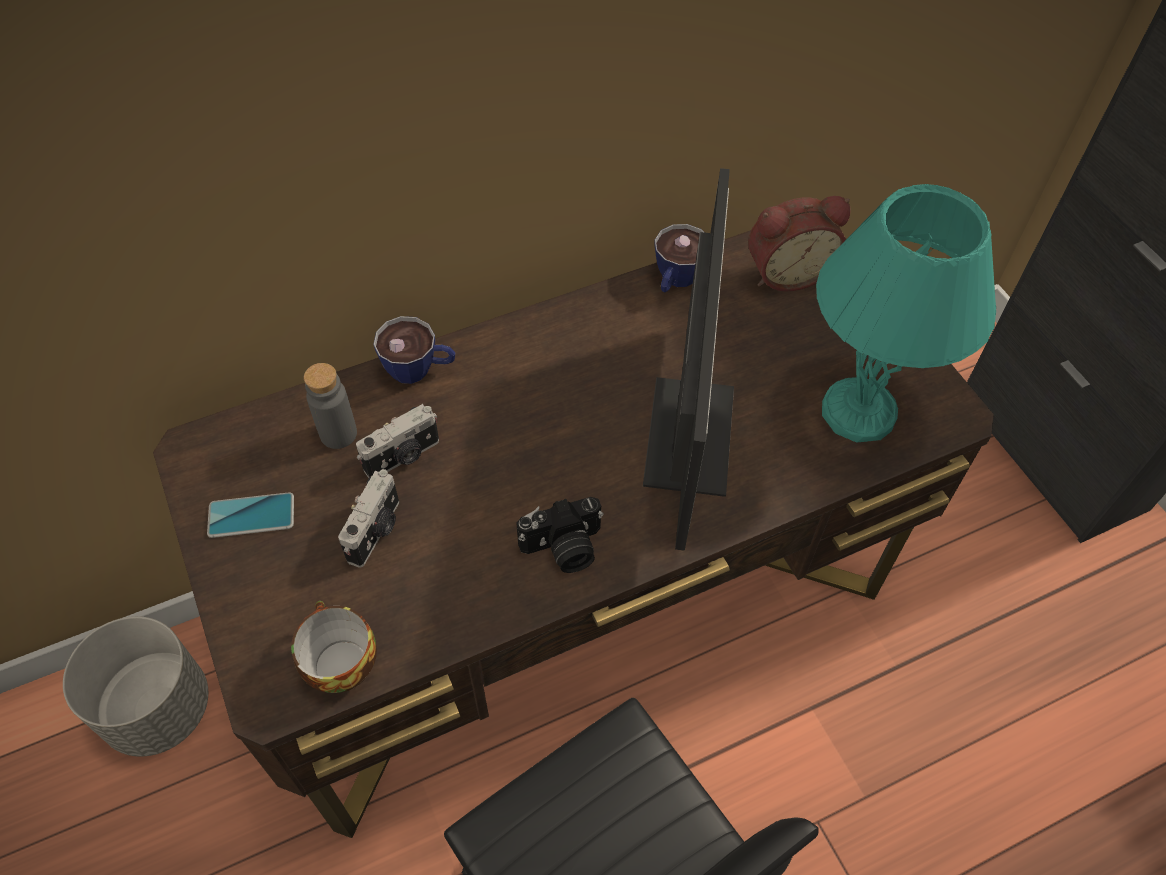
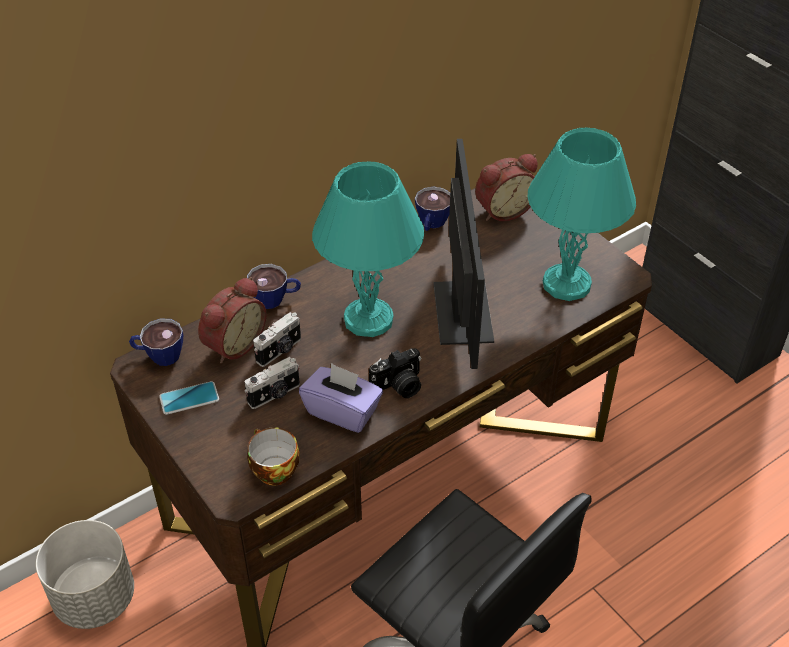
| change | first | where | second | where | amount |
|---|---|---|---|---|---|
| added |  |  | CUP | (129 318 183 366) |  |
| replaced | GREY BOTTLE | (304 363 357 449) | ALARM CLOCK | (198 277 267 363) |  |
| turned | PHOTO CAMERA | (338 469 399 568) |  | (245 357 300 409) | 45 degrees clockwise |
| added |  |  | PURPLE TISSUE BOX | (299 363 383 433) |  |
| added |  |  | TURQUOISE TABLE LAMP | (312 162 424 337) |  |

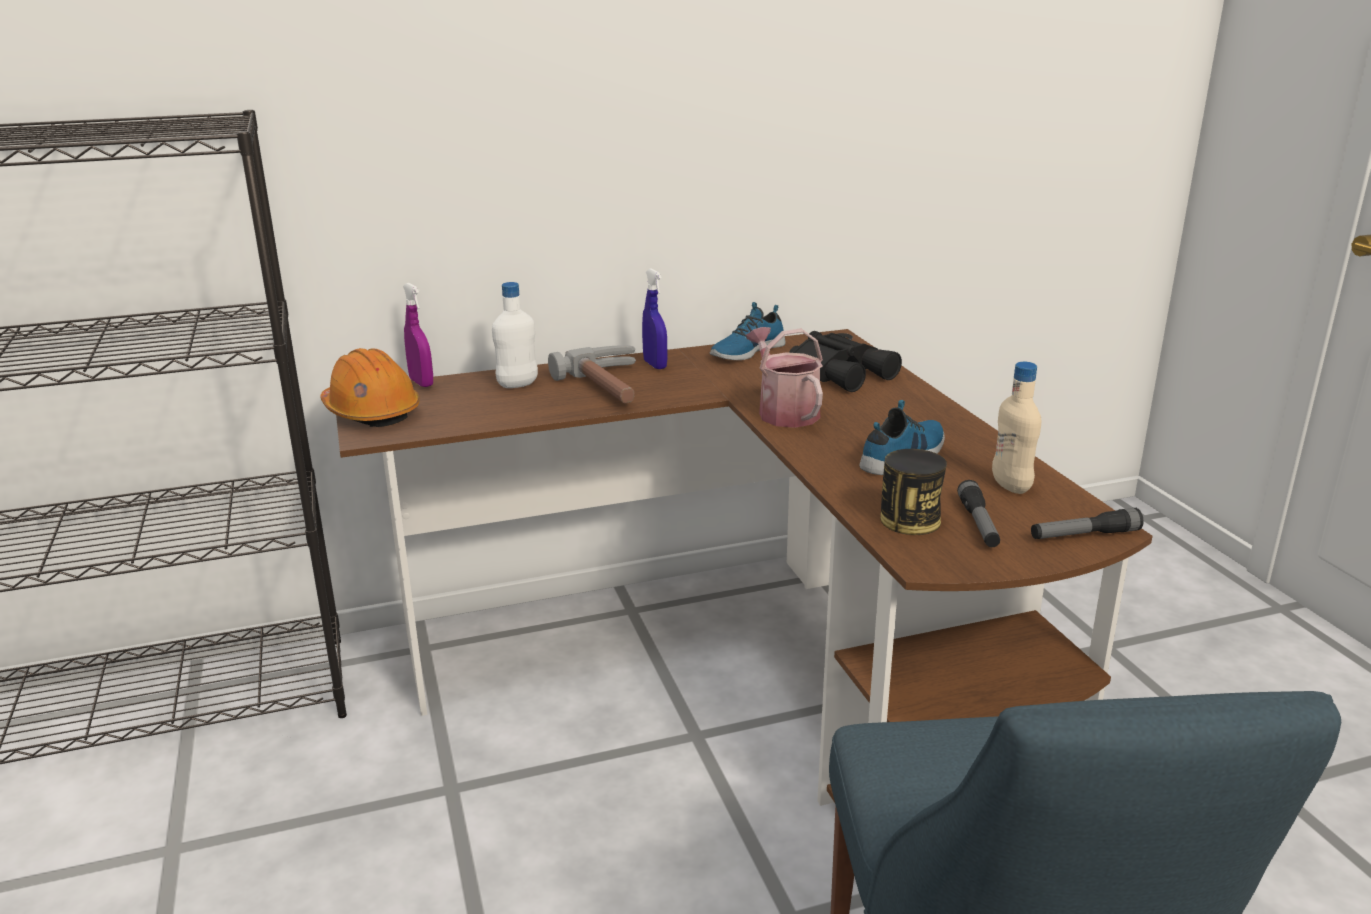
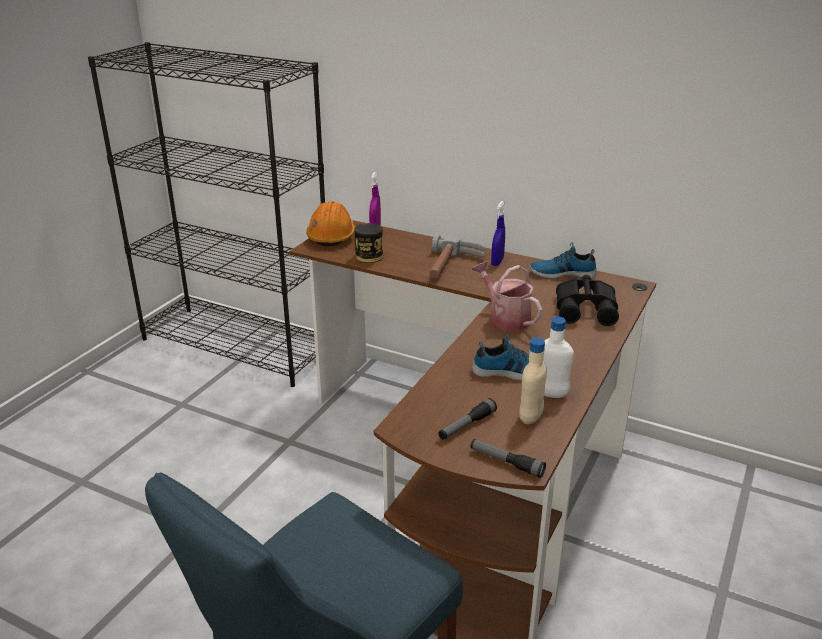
| change | first | where | second | where | amount |
|---|---|---|---|---|---|
| moved | CAN | (881 449 947 535) |  | (355 223 383 263) |  |
| turned | WATERING CAN | (746 327 823 428) |  | (472 261 542 331) | 60 degrees counterclockwise |
| moved | WHITE BOTTLE | (492 282 538 388) |  | (543 316 574 398) |  |

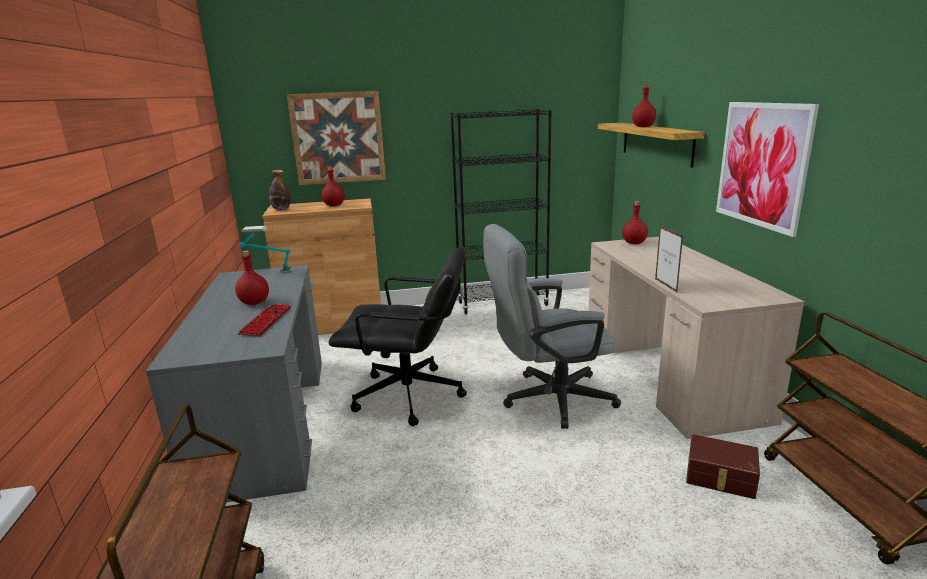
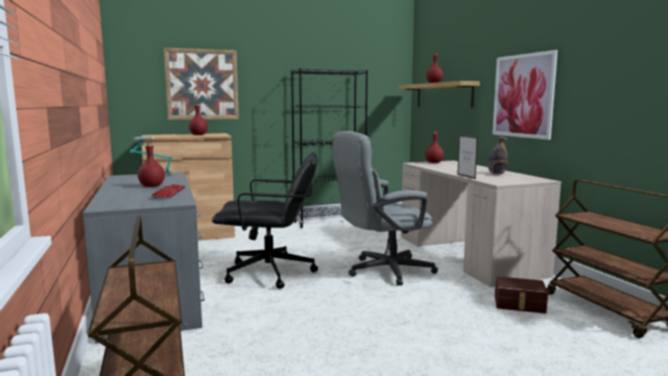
| change | first | where | second | where | amount |
|---|---|---|---|---|---|
| moved | BOTTLE | (269 170 290 210) |  | (488 137 508 174) |  |

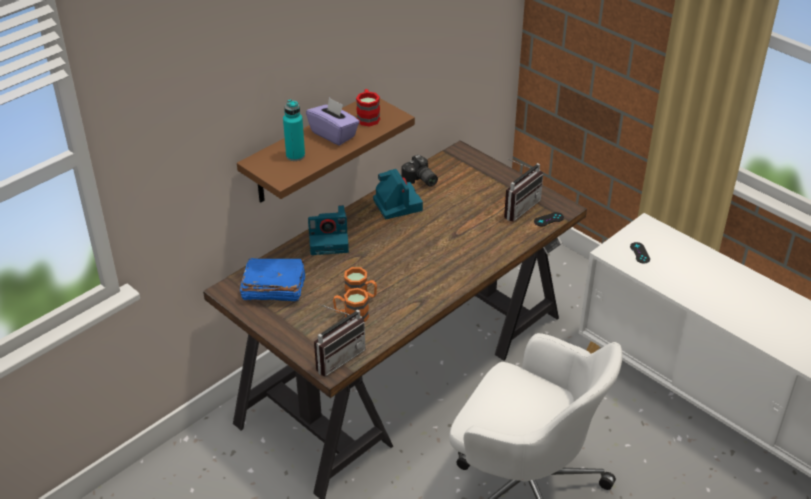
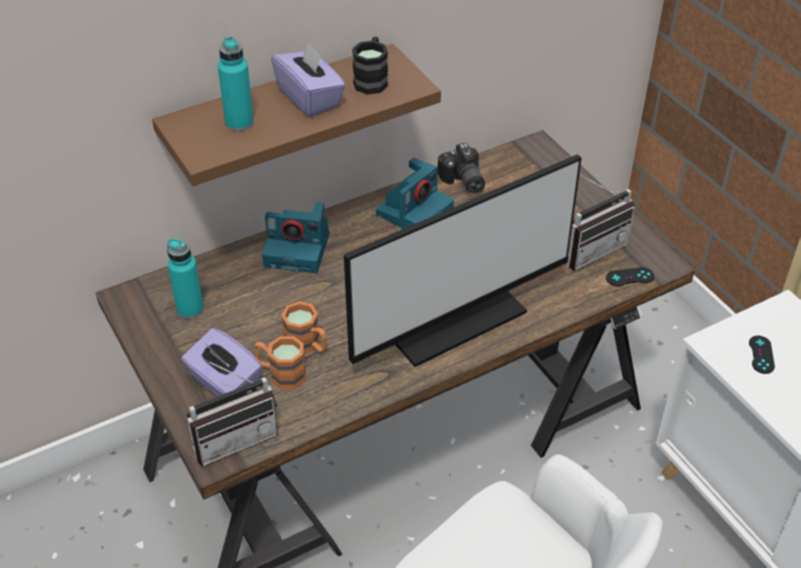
| change | first | where | second | where | amount |
|---|---|---|---|---|---|
| replaced | BLUE BOOK | (240 258 305 302) | TURQUOISE BOTTLE | (167 238 204 319) |  |
| added |  |  | PURPLE TISSUE BOX | (182 328 263 397) |  |
| added |  |  | MONITOR | (344 154 581 367) |  |
| recoloured | RED MUG | (356 89 380 127) | BLACK MUG | (352 37 388 95) |  |
| turned | PHOTO CAMERA | (373 169 423 219) |  | (376 158 454 229) | 45 degrees clockwise |

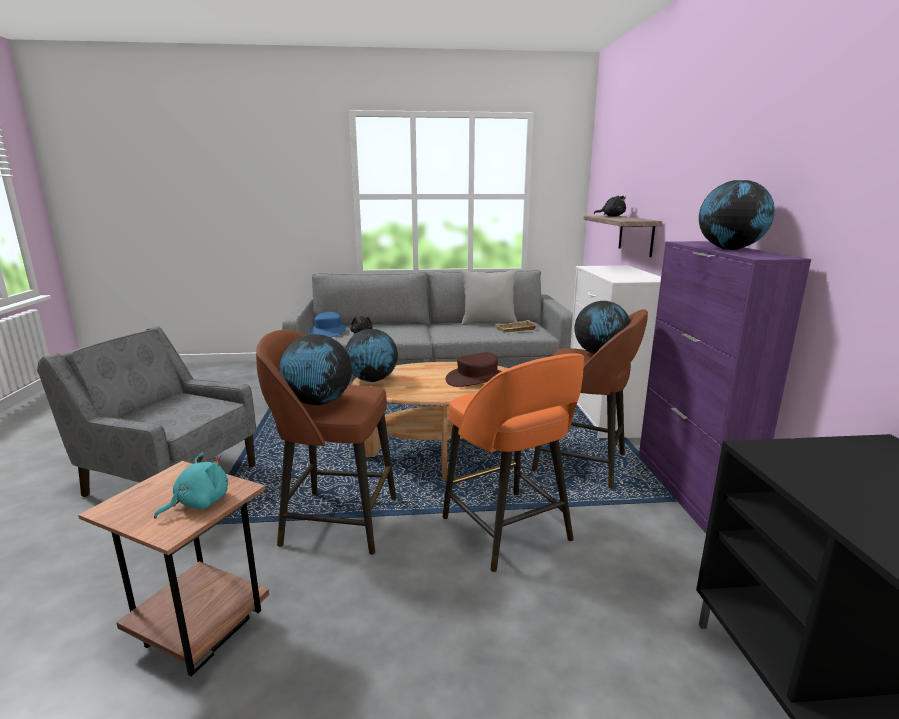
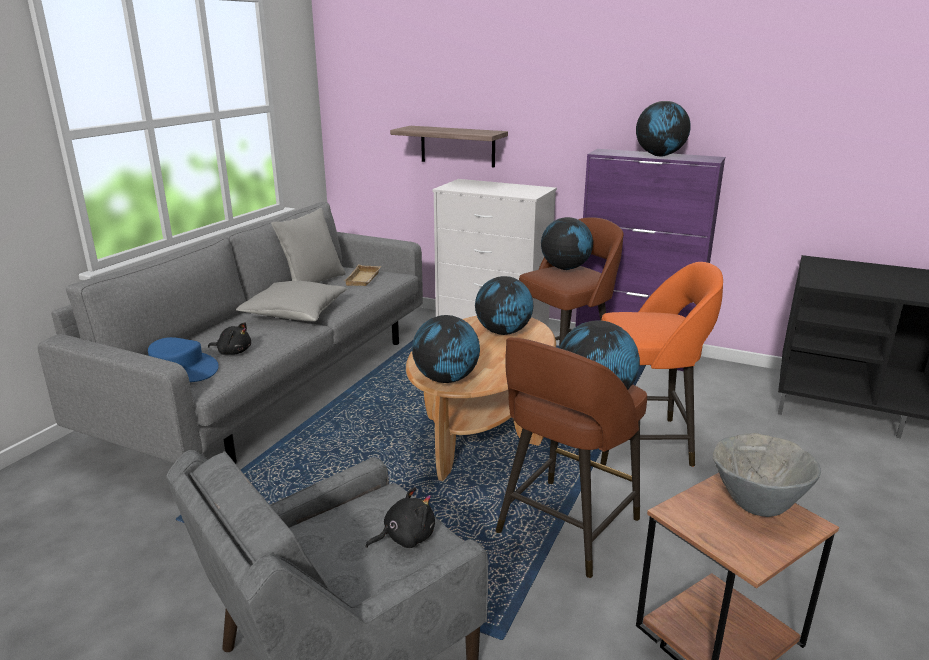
| change | first | where | second | where | amount |
|---|---|---|---|---|---|
| added |  |  | GREY PILLOW | (236 281 346 321) |  |
| moved | BLACK PLUSH TOY | (594 195 626 217) |  | (366 487 435 548) |  |
| replaced | BROWN HAT | (445 352 502 387) | GLOBE | (475 276 533 335) |  |
| replaced | TURQUOISE PLUSH TOY | (154 452 228 519) | GREY BOWL | (713 433 821 517) |  |

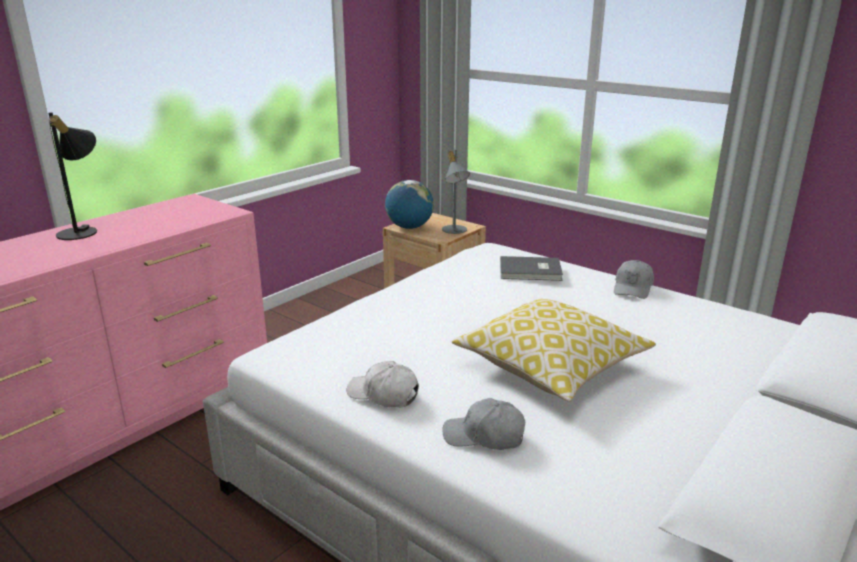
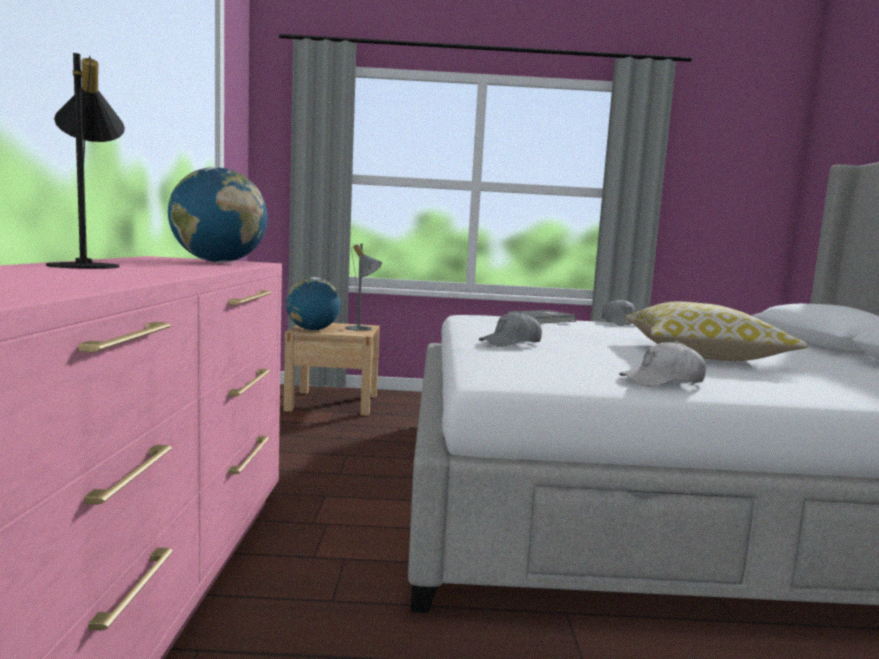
| change | first | where | second | where | amount |
|---|---|---|---|---|---|
| added |  |  | GLOBE | (168 167 267 263) |  |
| moved | GREY CAP | (442 398 525 450) |  | (479 311 542 347) |  |

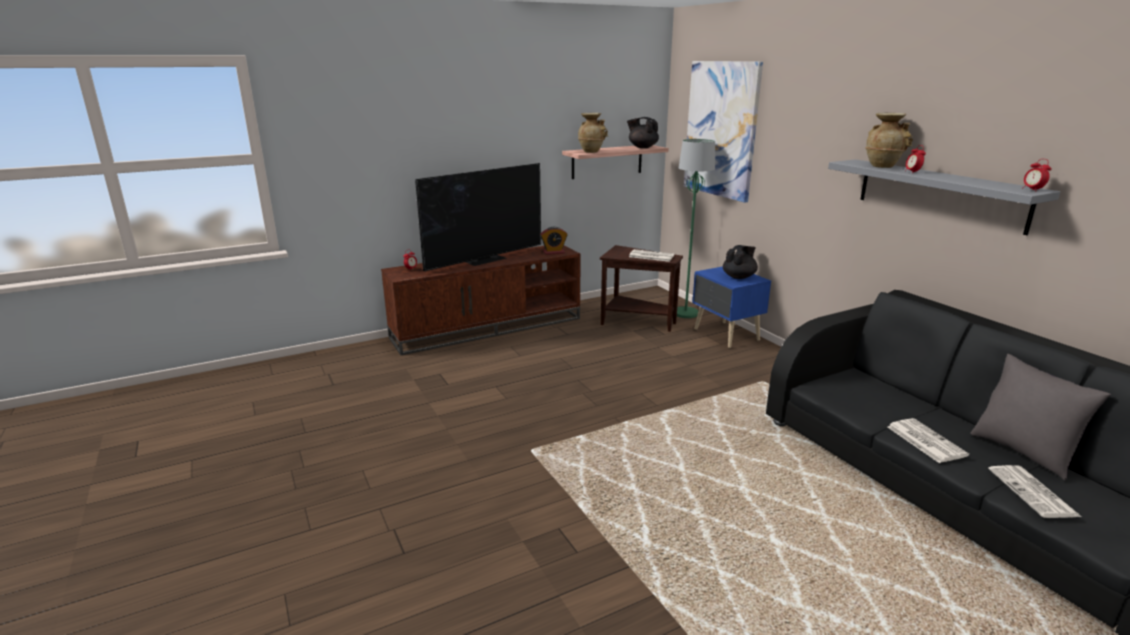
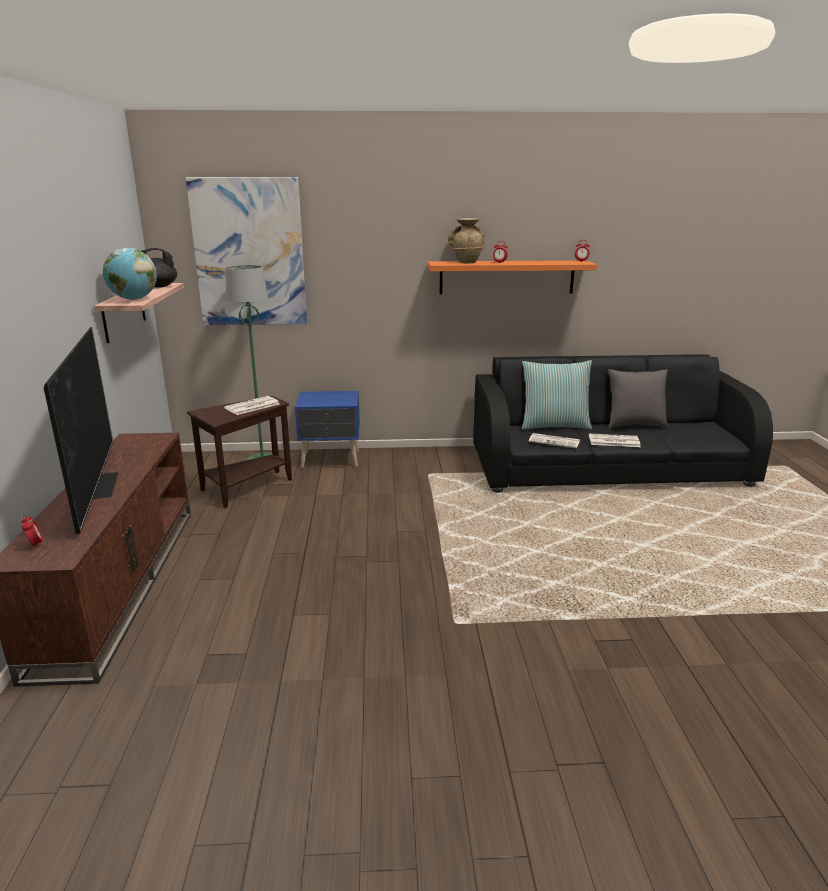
| change | first | where | second | where | amount |
|---|---|---|---|---|---|
| replaced | BEIGE VASE | (578 113 608 153) | GLOBE | (103 248 157 300) |  |
| recoloured | GREY SHELF | (828 159 1061 235) | ORANGE SHELF | (428 260 597 295) |  |
| added |  |  | PILLOW | (522 360 592 430) |  |
| moved | NEWSPAPER | (988 465 1081 518) |  | (529 433 580 448) |  |
| removed | ALARM CLOCK | (540 227 567 255) |  |  |  |
| removed | BLACK TEAPOT | (723 245 758 279) |  |  |  |

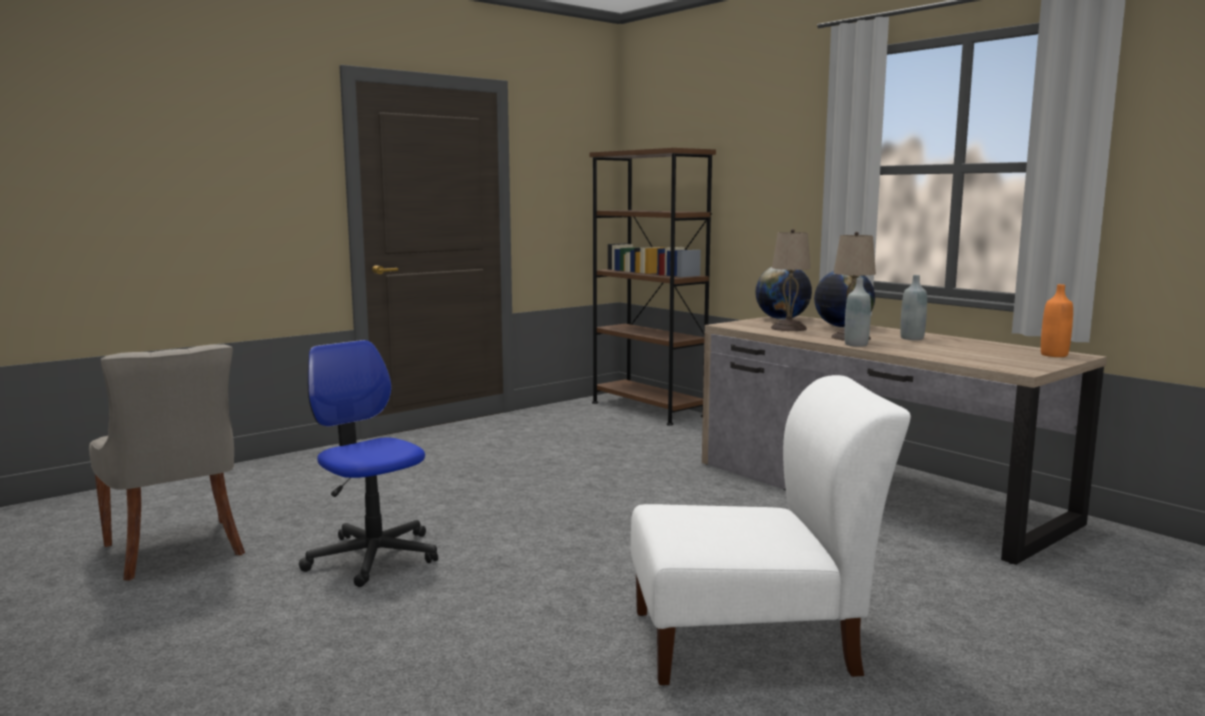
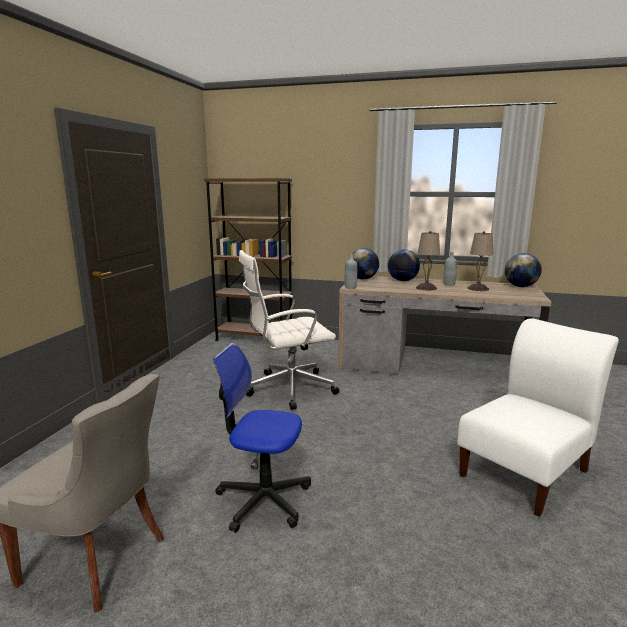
| change | first | where | second | where | amount |
|---|---|---|---|---|---|
| added |  |  | WHITE OFFICE CHAIR | (239 250 339 410) |  |
| moved | GREY BOTTLE | (844 278 871 347) |  | (345 254 357 289) |  |
| moved | BEIGE TABLE LAMP | (771 229 811 331) |  | (468 231 493 291) |  |
| replaced | ORANGE BOTTLE | (1041 284 1073 357) | GLOBE | (505 253 542 287) |  |

